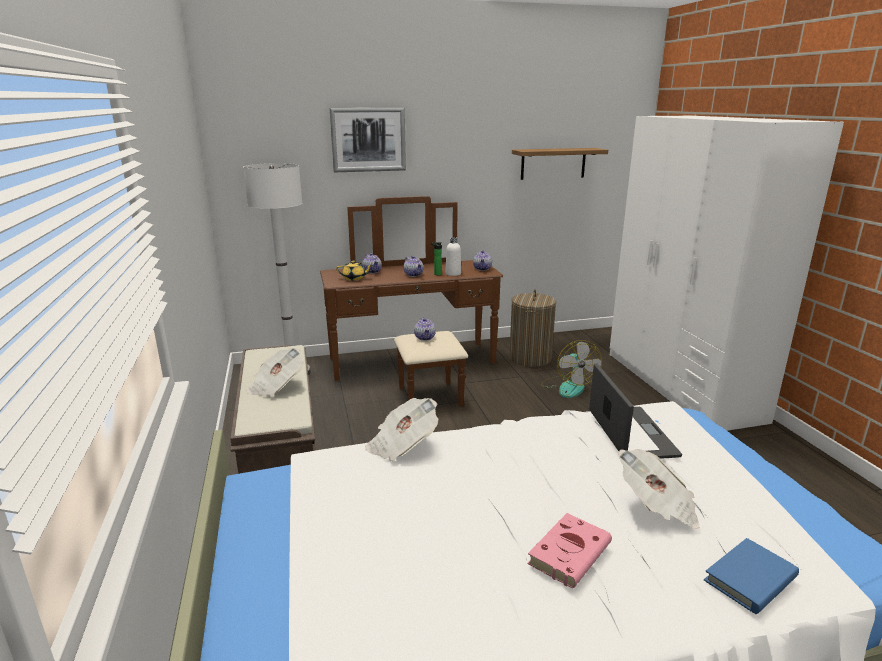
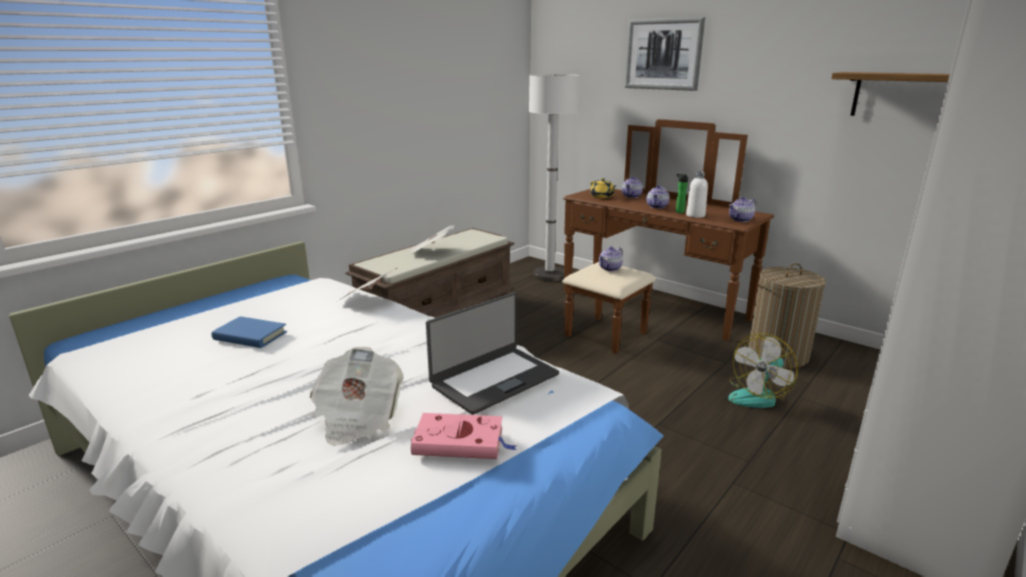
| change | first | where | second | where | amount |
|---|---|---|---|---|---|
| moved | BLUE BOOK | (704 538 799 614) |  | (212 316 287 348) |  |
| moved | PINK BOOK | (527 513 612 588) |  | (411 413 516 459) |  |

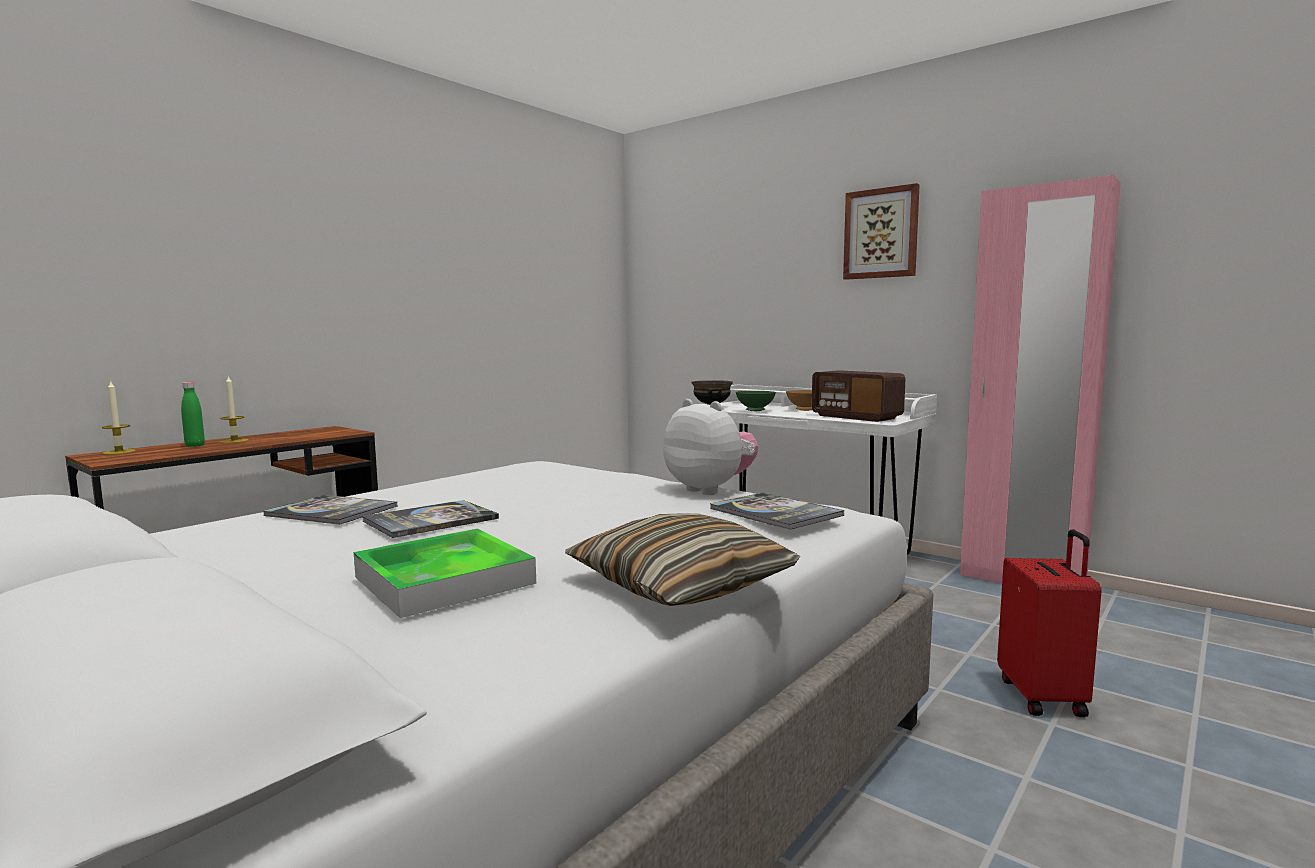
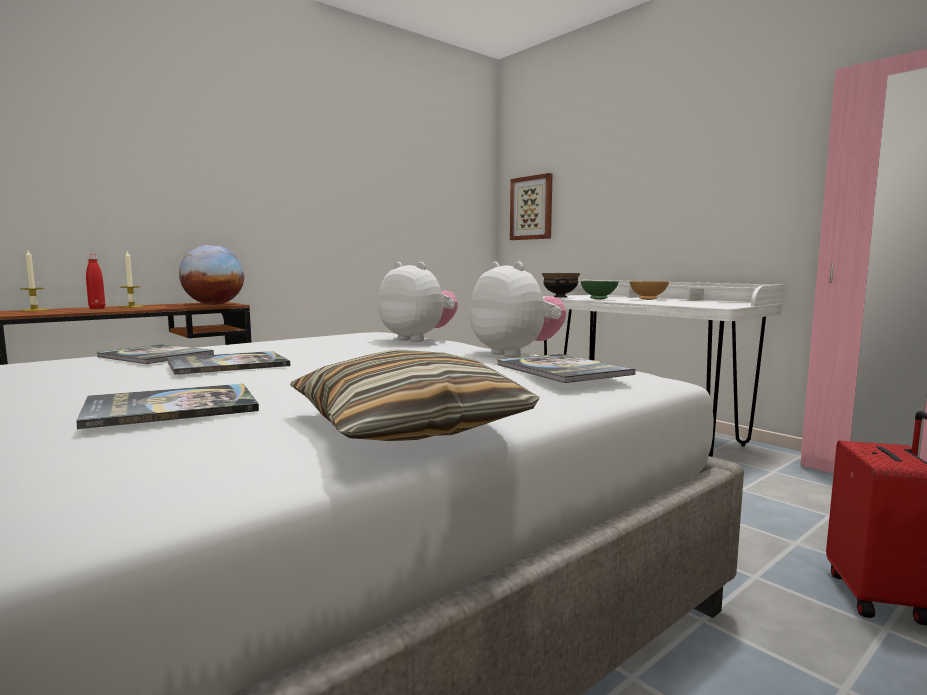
| change | first | where | second | where | amount |
|---|---|---|---|---|---|
| replaced | TRAY | (354 528 536 618) | BOOK | (76 384 259 429) |  |
| recoloured | GREEN BOTTLE | (181 382 205 447) | RED BOTTLE | (86 254 105 309) |  |
| added |  |  | GLOBE | (179 245 244 305) |  |
| added |  |  | PLUSH TOY | (378 262 458 342) |  |
| moved | PICTURE | (843 183 920 280) |  | (510 173 553 240) |  |
| removed | RADIO | (812 370 905 422) |  |  |  |

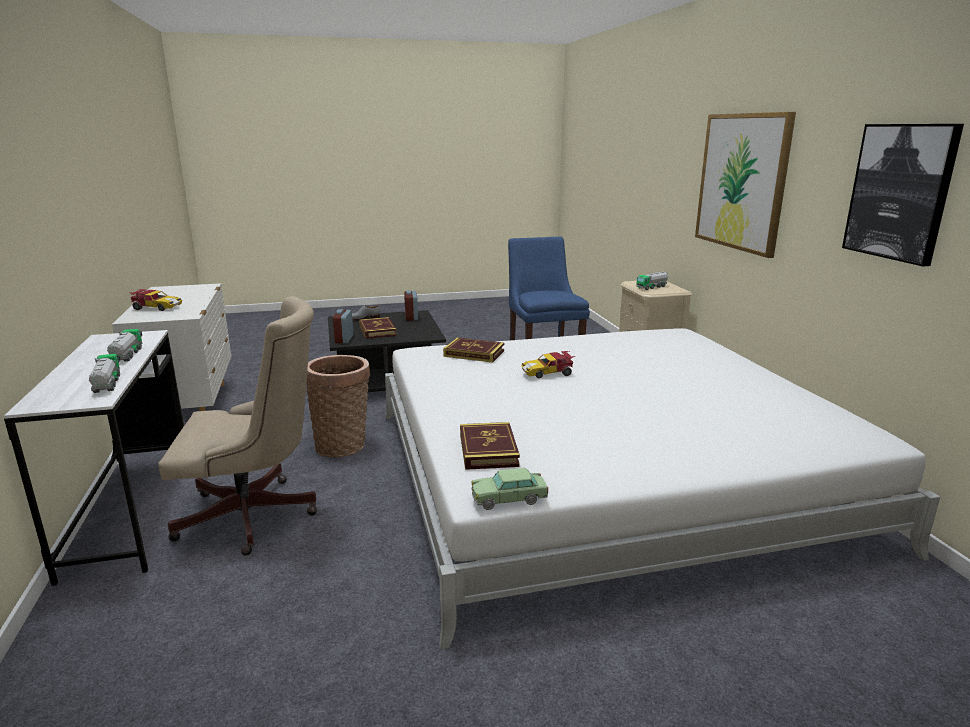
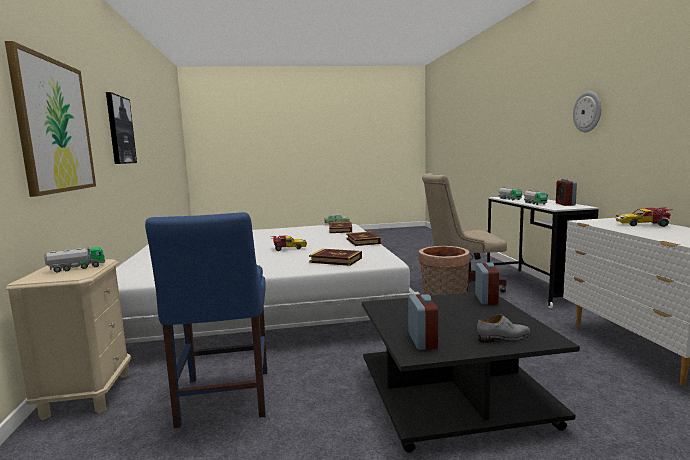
| change | first | where | second | where | amount |
|---|---|---|---|---|---|
| moved | BOOK | (359 317 397 339) |  | (346 231 381 246) |  |
| added |  |  | ALARM CLOCK | (556 178 577 206) |  |
| added |  |  | WALL CLOCK | (573 91 601 132) |  |

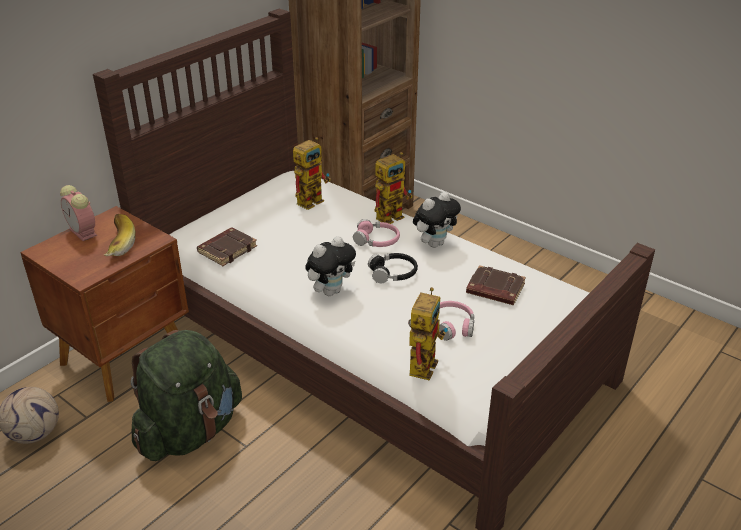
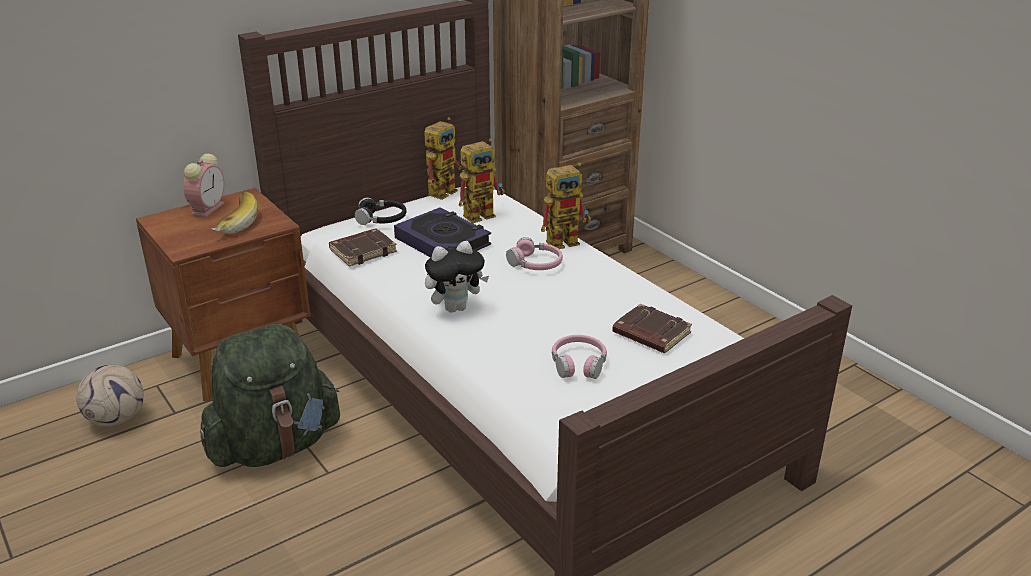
| change | first | where | second | where | amount |
|---|---|---|---|---|---|
| turned | ALARM CLOCK | (60 185 97 241) |  | (184 154 224 217) | 135 degrees counterclockwise |
| moved | BLACK HEADPHONES | (368 253 418 283) |  | (354 197 407 225) |  |
| added |  |  | BOOK | (394 207 491 258) |  |
| moved | TOY ROBOT | (408 287 448 381) |  | (424 117 463 200) |  |
| removed | PLUSH TOY | (413 191 461 248) |  |  |  |

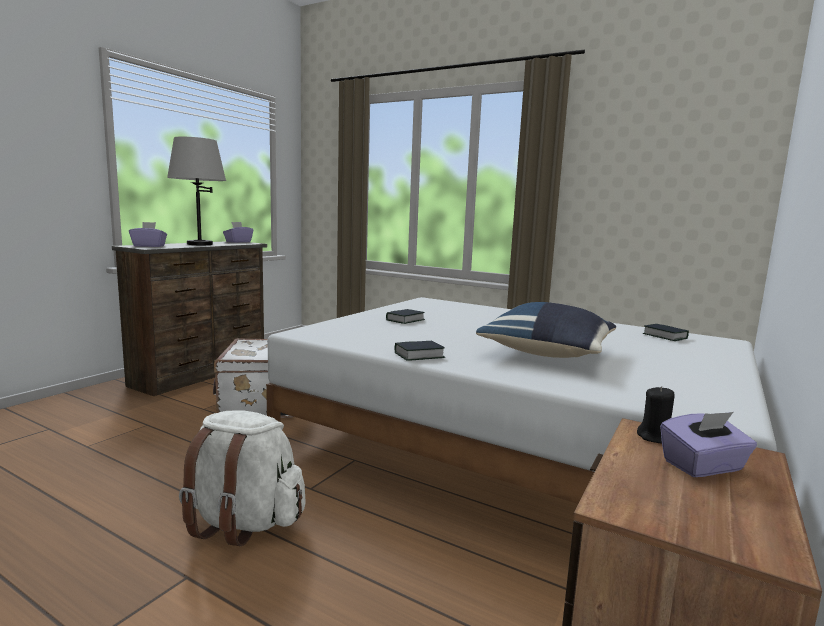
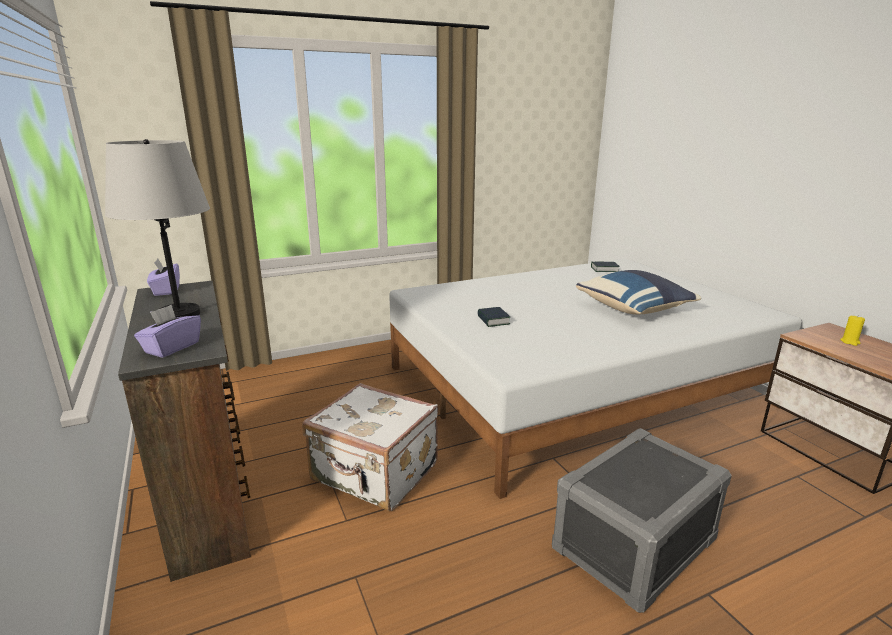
| change | first | where | second | where | amount |
|---|---|---|---|---|---|
| replaced | WHITE BACKPACK | (179 410 306 546) | GREY STORAGE BOX | (552 428 732 613) |  |
| replaced | PURPLE TISSUE BOX | (660 412 757 477) | YELLOW CANDLE | (840 315 865 346) |  |
| removed | BOOK | (395 341 445 361) |  |  |  |
| removed | BLACK CANDLE | (637 386 675 443) |  |  |  |

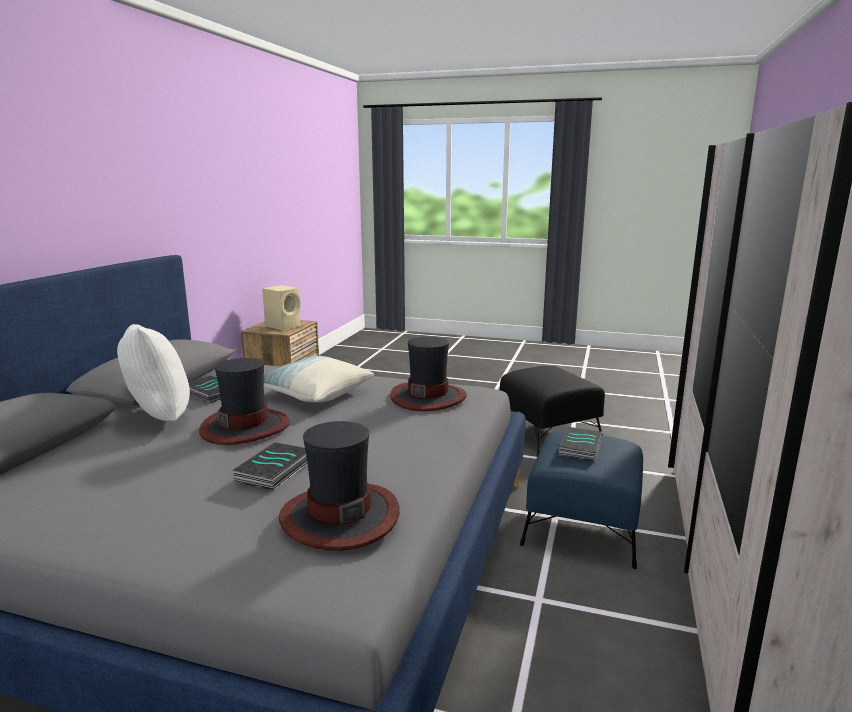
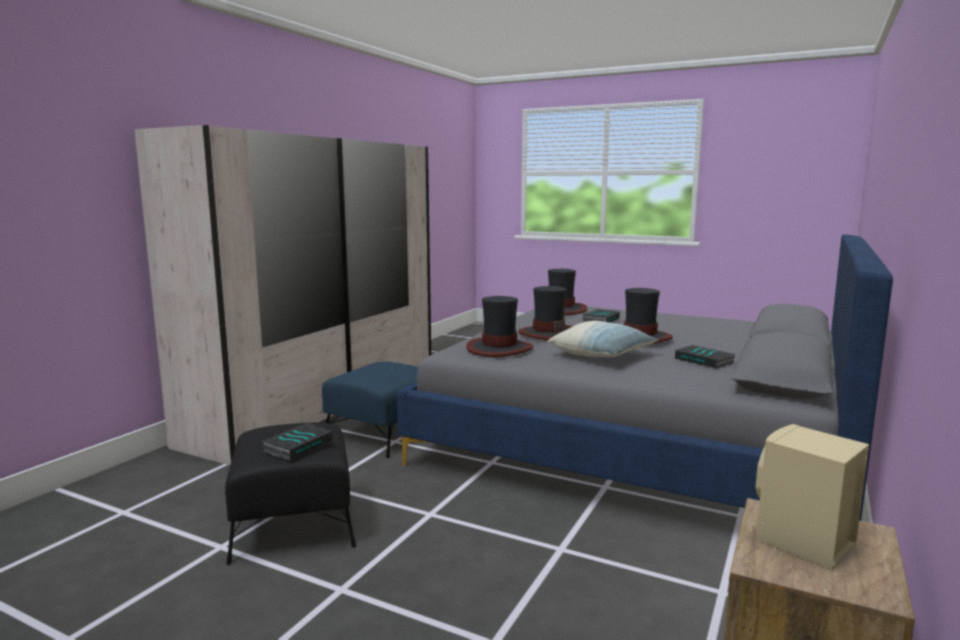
| change | first | where | second | where | amount |
|---|---|---|---|---|---|
| moved | BOOK | (559 427 602 462) |  | (262 423 333 461) |  |
| added |  |  | HAT | (518 286 573 340) |  |
| removed | WHITE PILLOW | (117 324 190 421) |  |  |  |

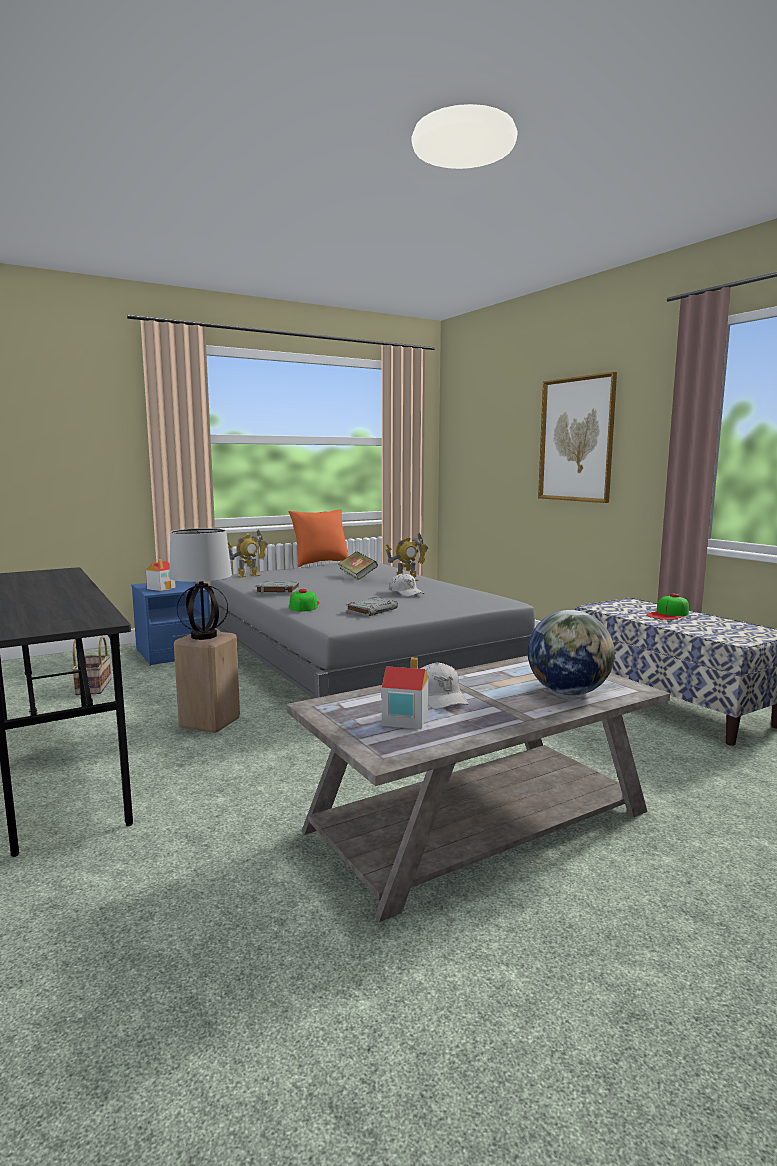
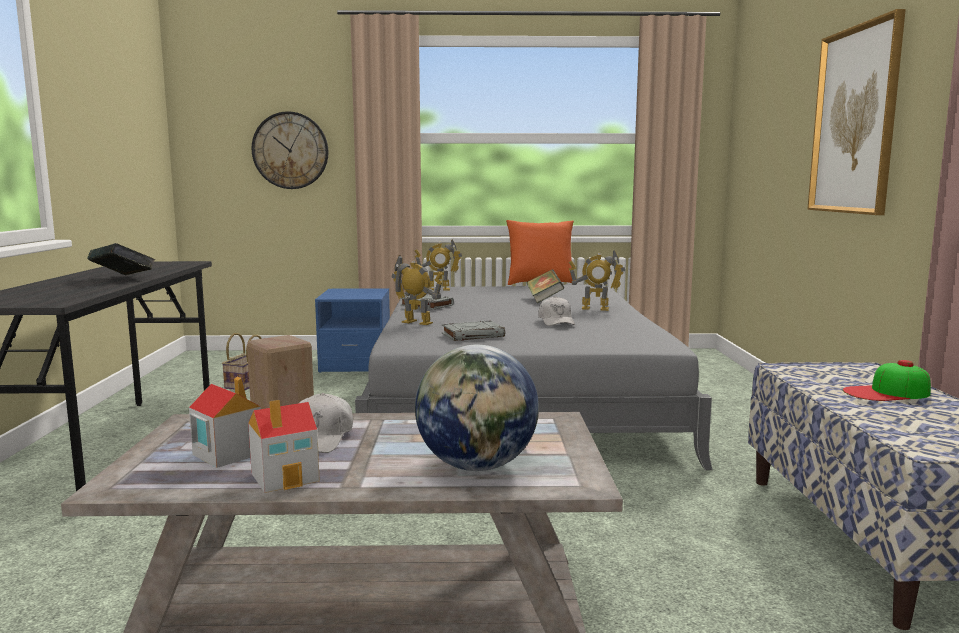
| change | first | where | second | where | amount |
|---|---|---|---|---|---|
| added |  |  | BOOK | (87 243 156 275) |  |
| moved | TOY HOUSE | (146 559 176 591) |  | (248 400 320 493) |  |
| added |  |  | WALL CLOCK | (252 111 329 189) |  |
| replaced | CAP | (289 589 319 612) | TOY ROBOT | (391 255 442 325) |  |
| removed | TABLE LAMP | (169 528 232 640) |  |  |  |

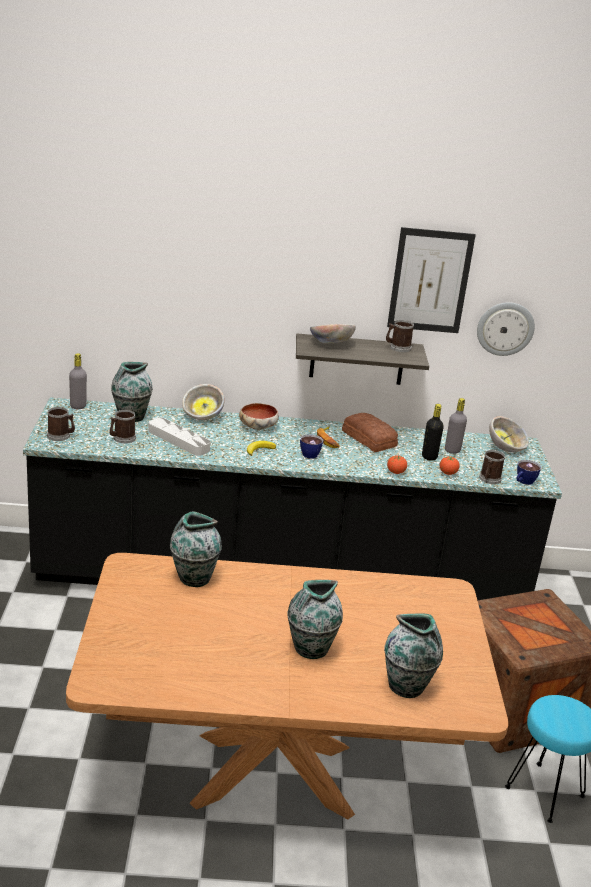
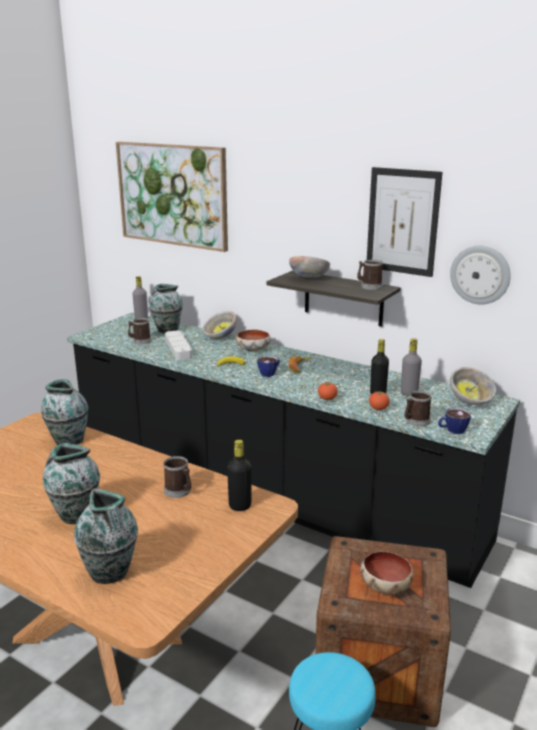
| change | first | where | second | where | amount |
|---|---|---|---|---|---|
| added |  |  | PICTURE | (116 142 228 252) |  |
| moved | MUG | (47 407 75 441) |  | (163 456 191 498) |  |
| added |  |  | BLACK BOTTLE | (227 440 252 511) |  |
| added |  |  | BOWL | (360 551 413 595) |  |
| removed | BREAD | (342 413 398 452) |  |  |  |

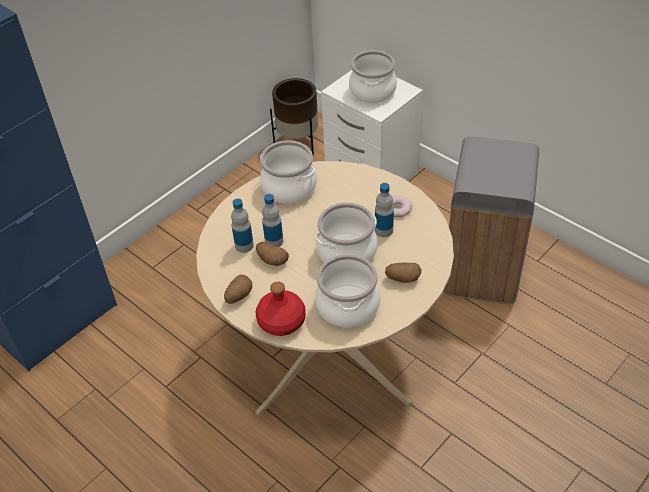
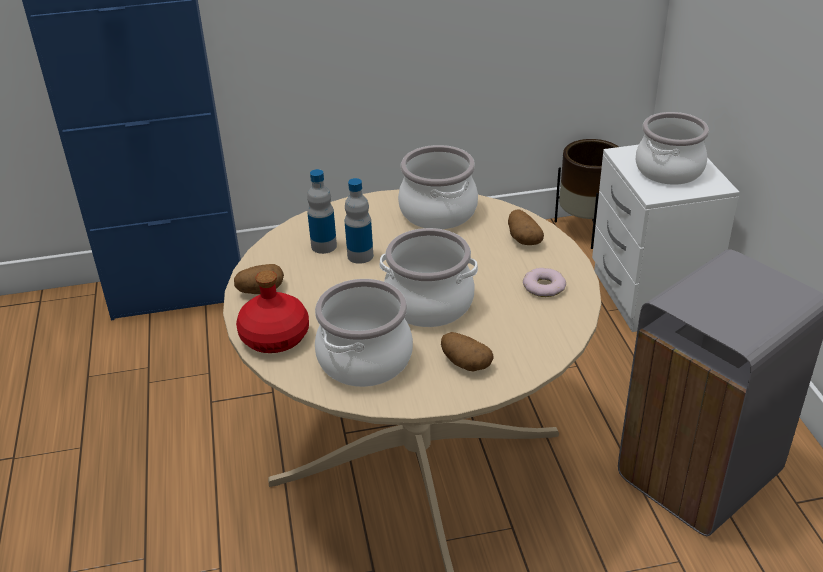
| change | first | where | second | where | amount |
|---|---|---|---|---|---|
| moved | POTATO | (256 242 289 266) |  | (508 209 544 245) |  |
| removed | BOTTLE | (375 183 394 237) |  |  |  |

